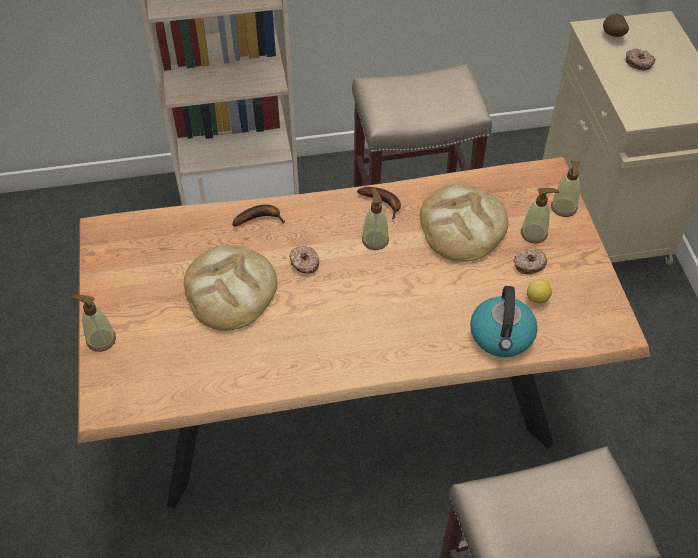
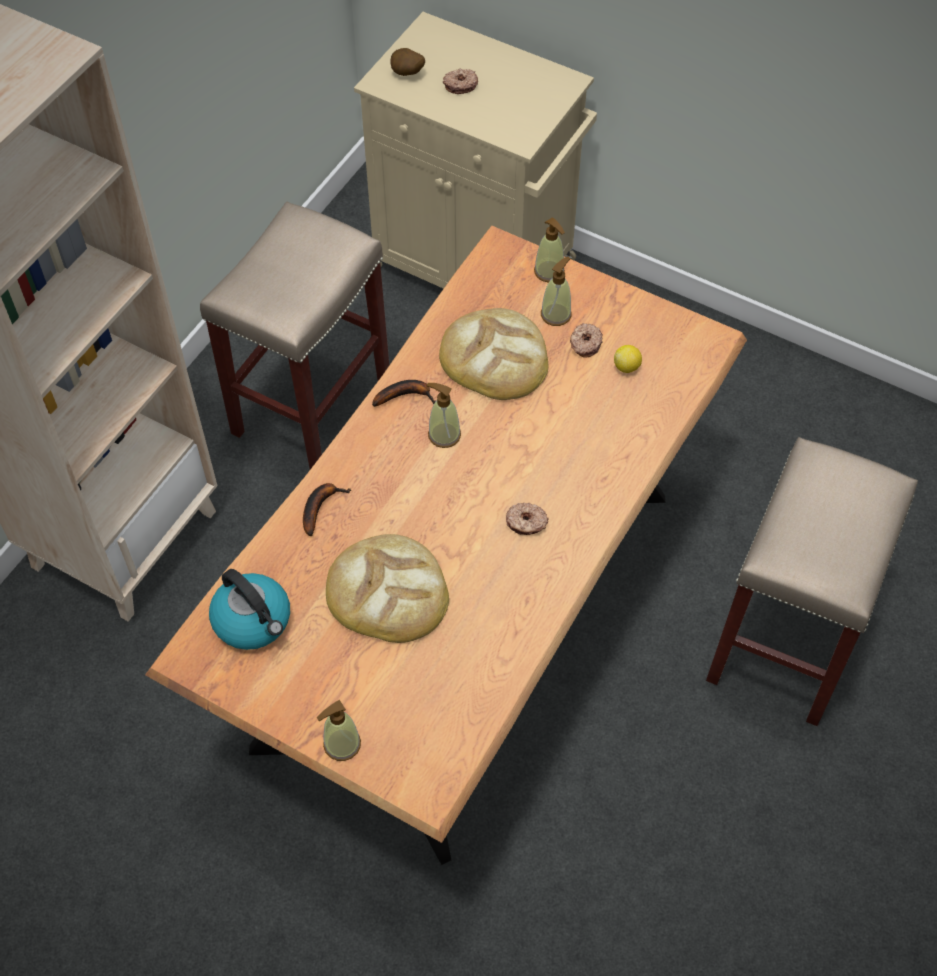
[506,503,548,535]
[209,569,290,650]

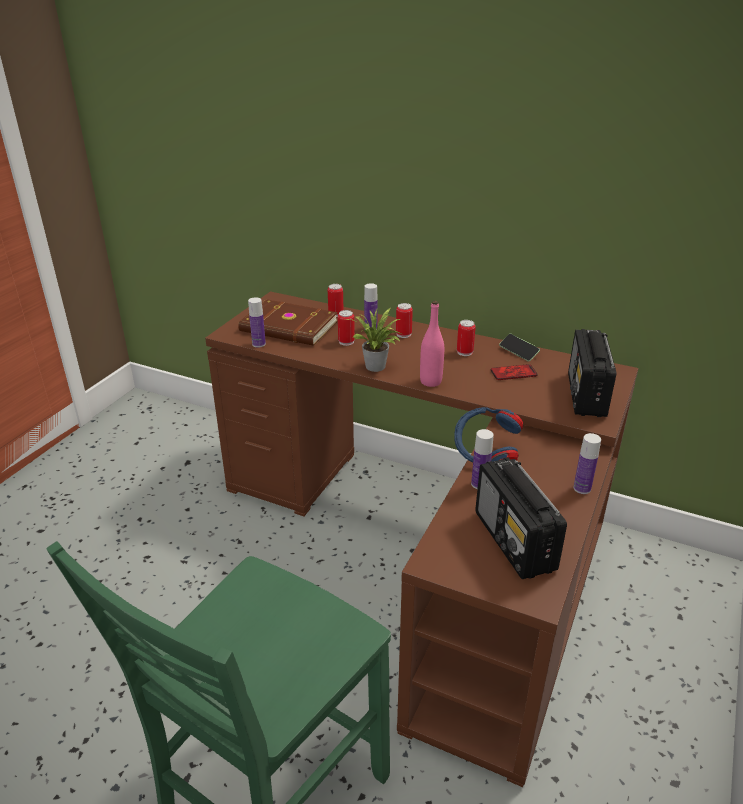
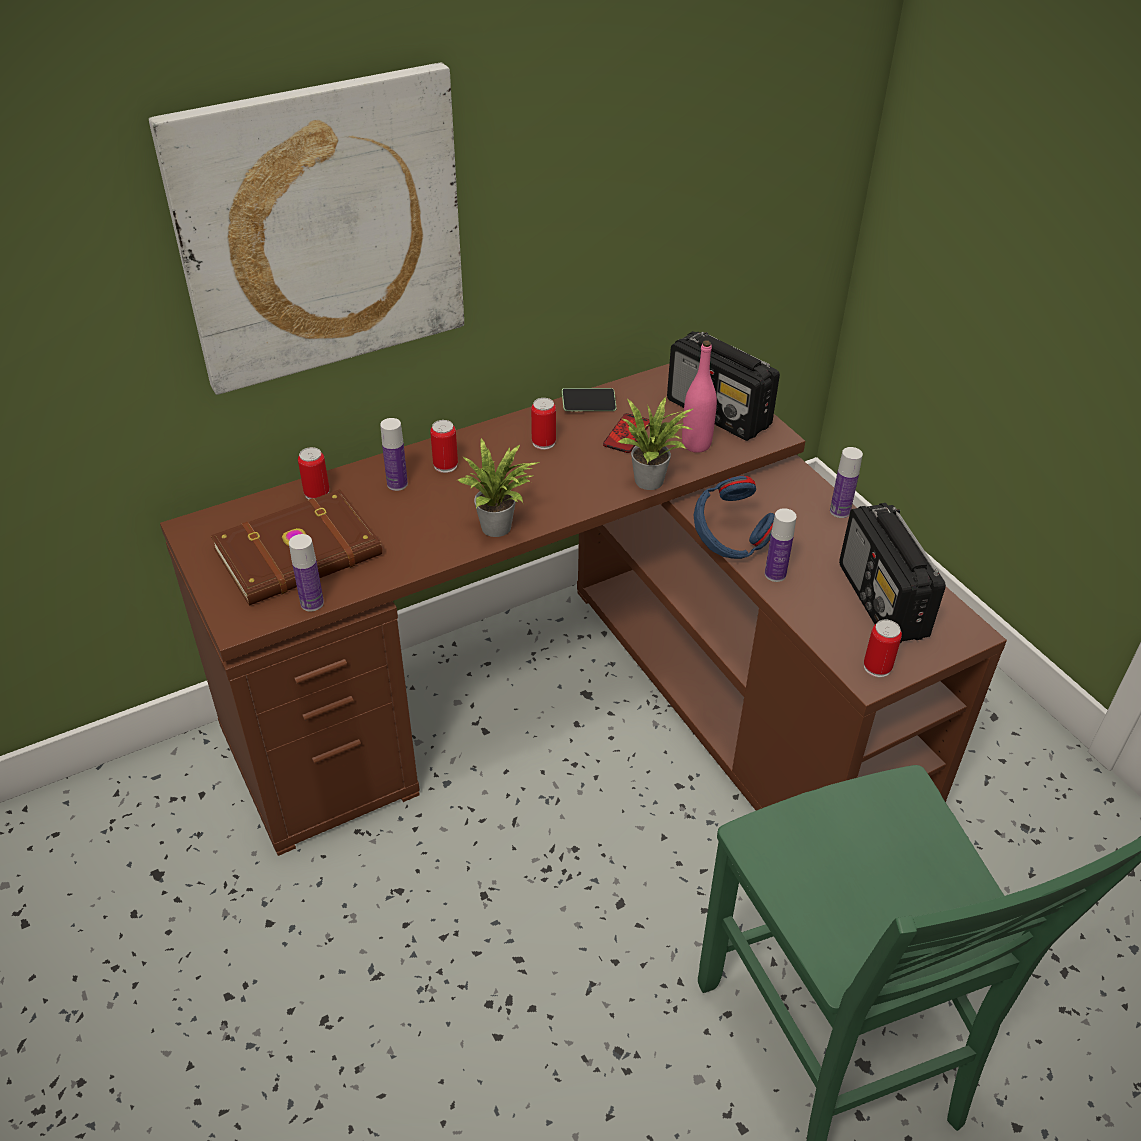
[682,341,717,453]
[864,620,902,677]
[839,503,946,643]
[149,63,464,395]
[617,397,694,490]

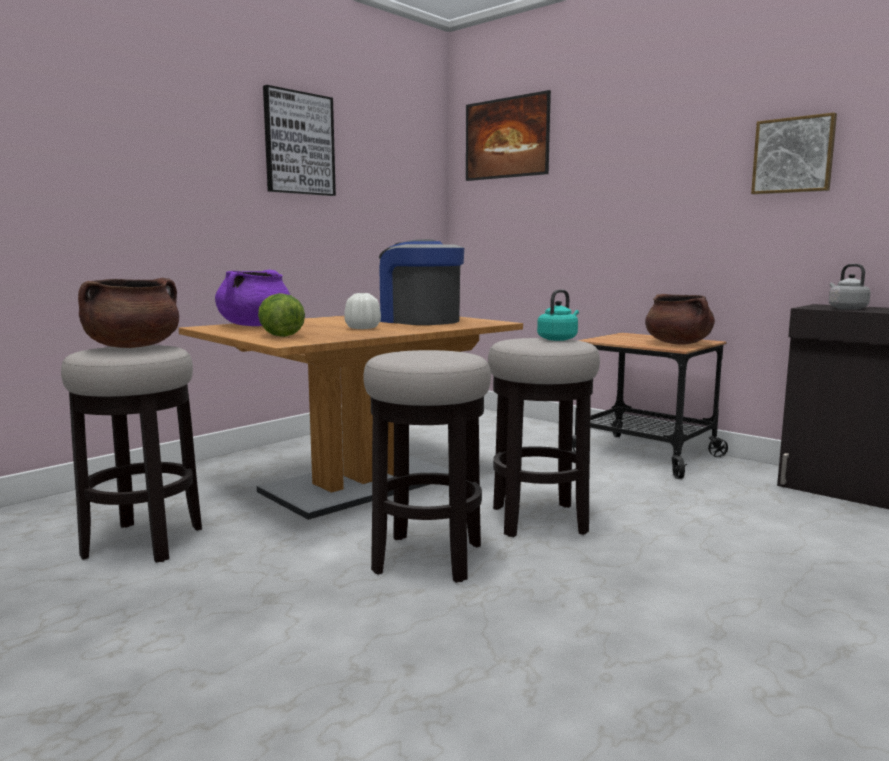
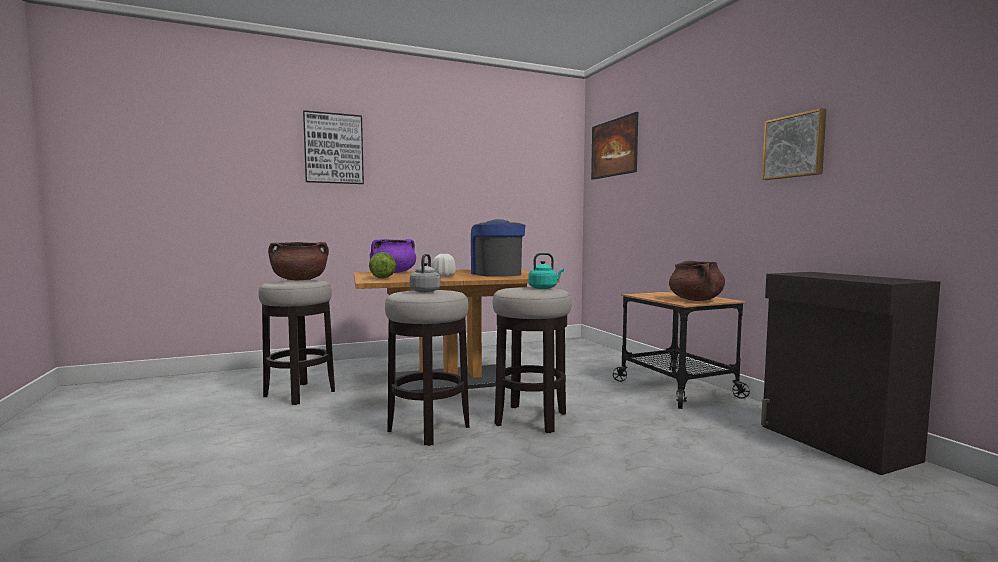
[303,110,364,184]
[410,254,440,292]

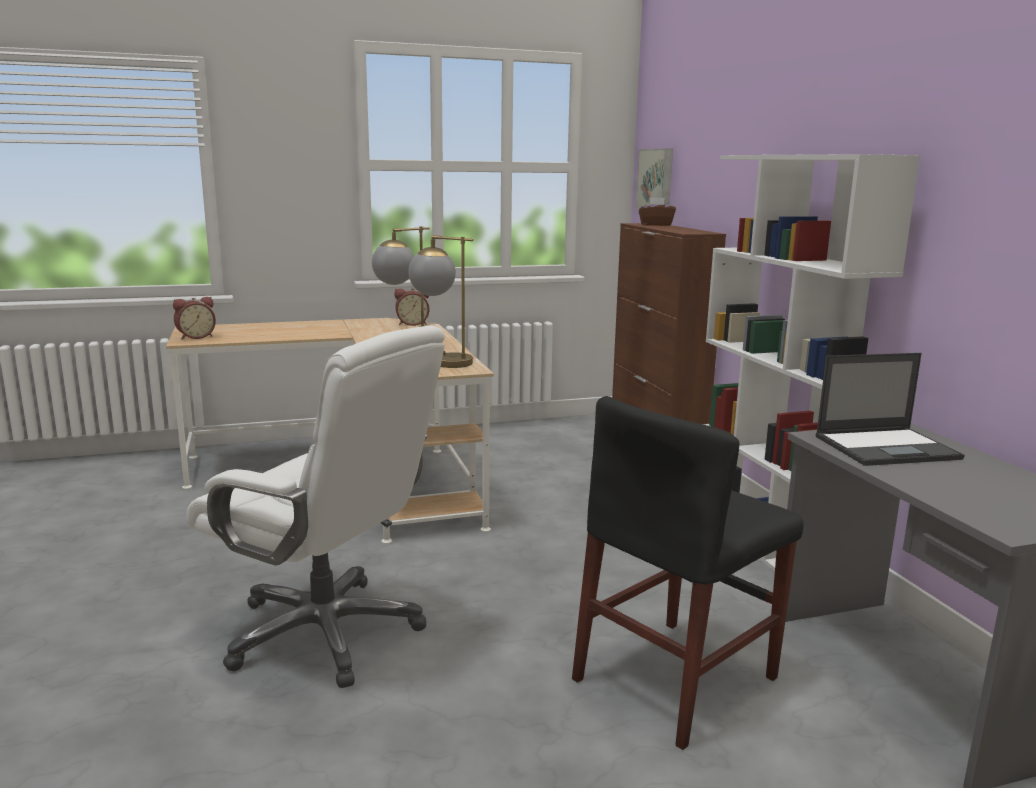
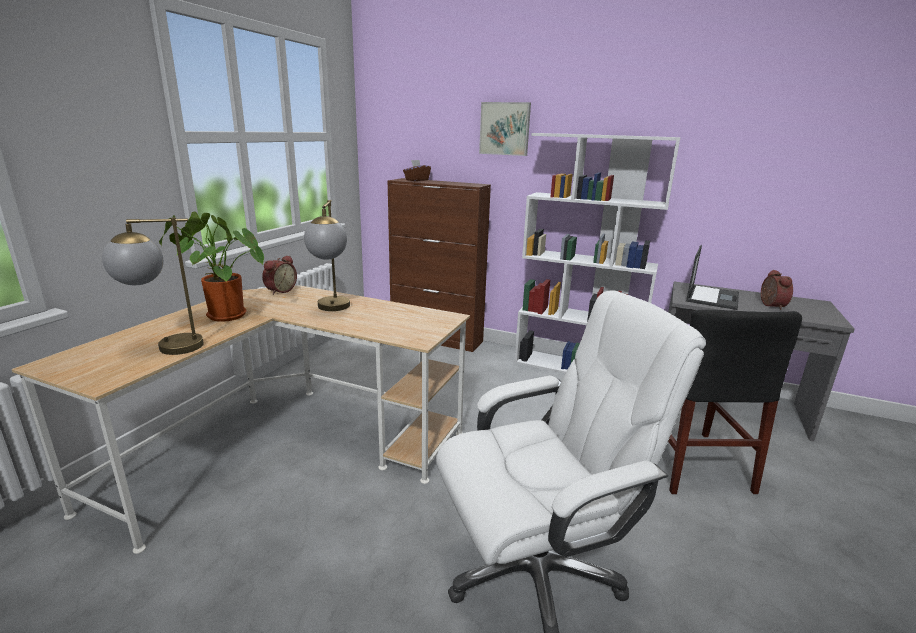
[479,102,531,156]
[102,217,204,355]
[761,270,793,310]
[159,211,264,322]

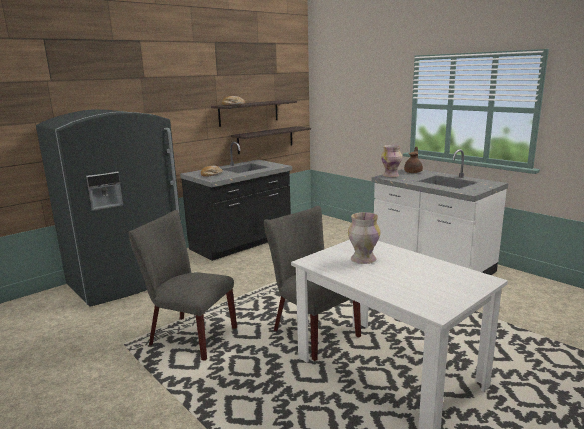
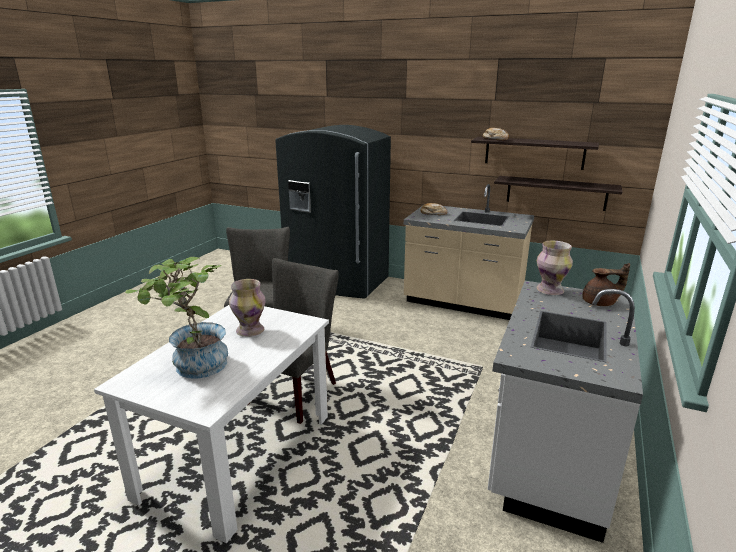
[404,184,534,320]
[125,257,228,379]

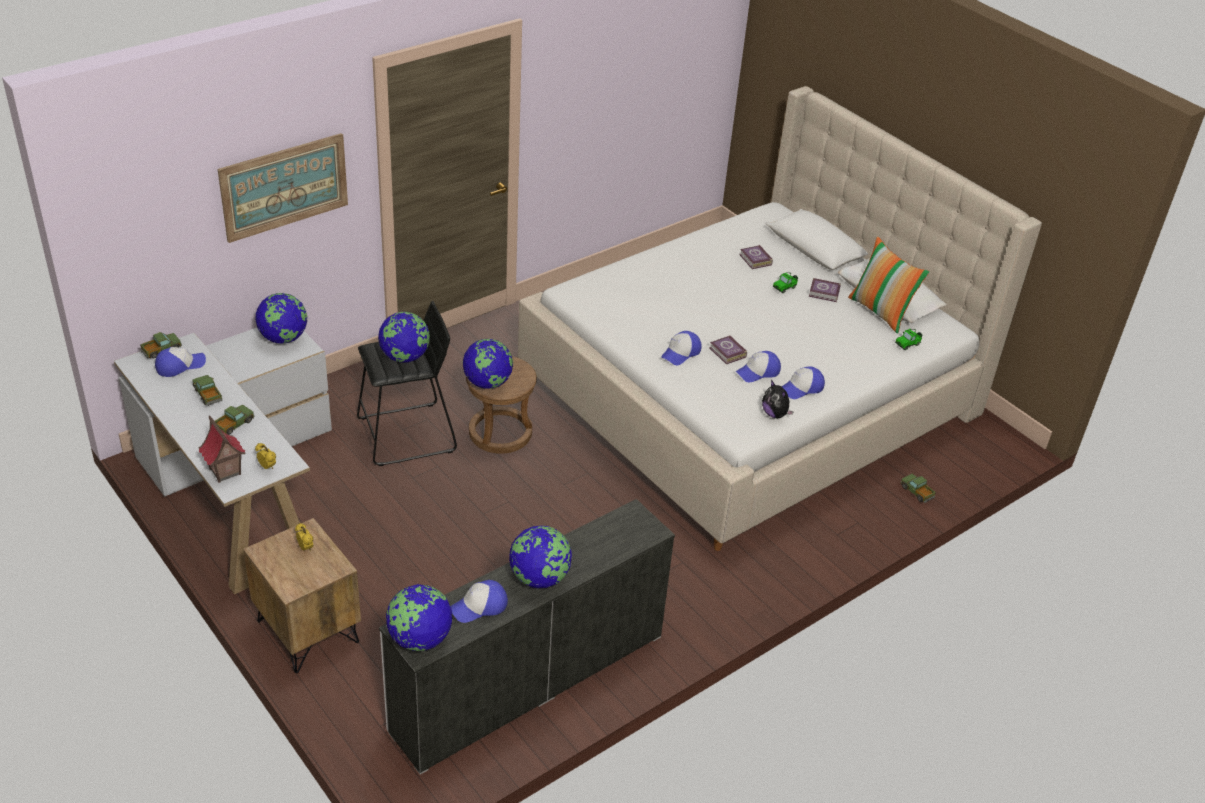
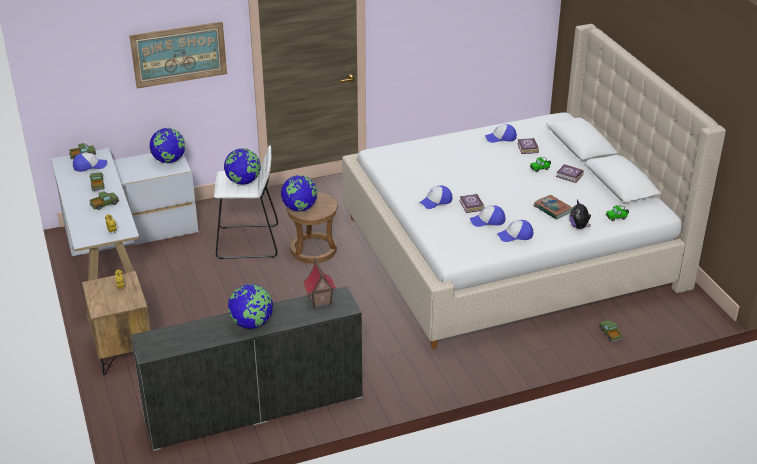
[848,237,930,334] (first image)
[214,145,278,259]
[570,200,591,229]
[303,257,336,309]
[485,124,517,143]
[386,584,453,651] (first image)
[534,195,572,220]

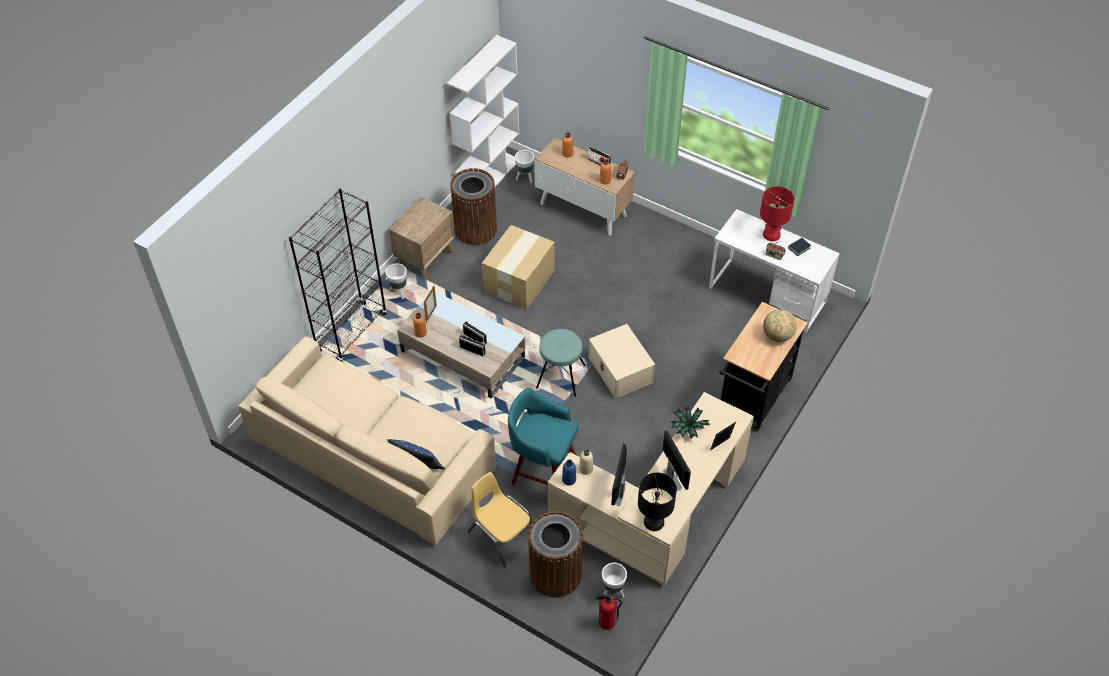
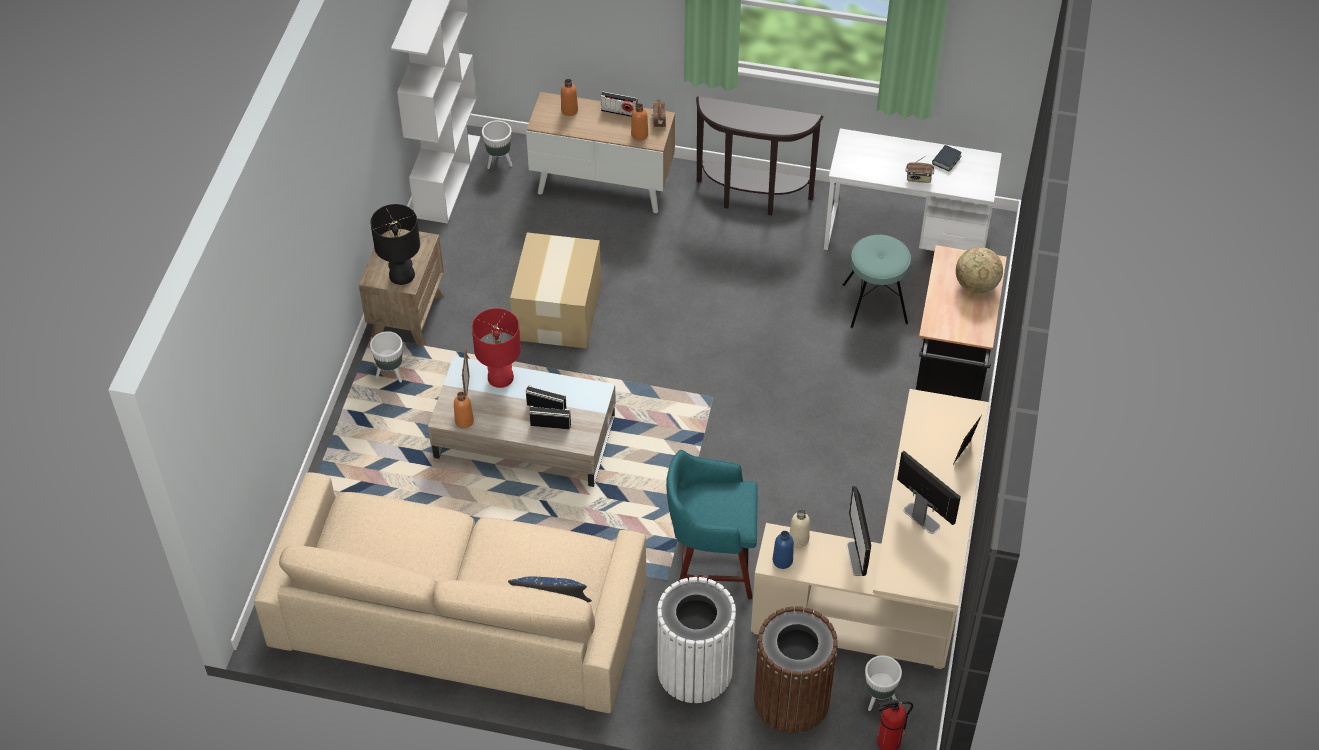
[450,168,497,245] (first image)
[472,308,521,388]
[289,189,387,362] (first image)
[588,324,655,399] (first image)
[843,235,911,328]
[670,407,710,439] (first image)
[657,577,736,703]
[370,204,420,285]
[696,96,823,216]

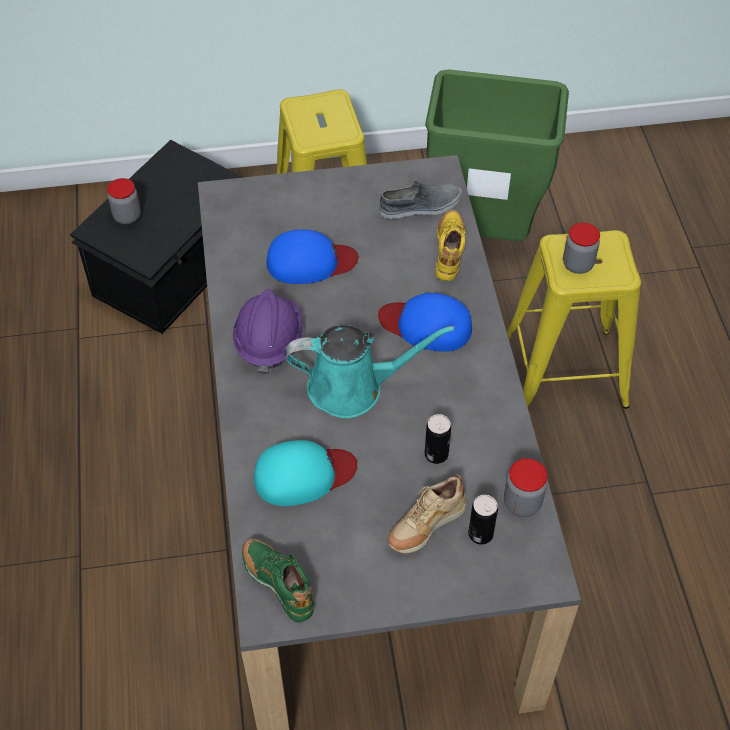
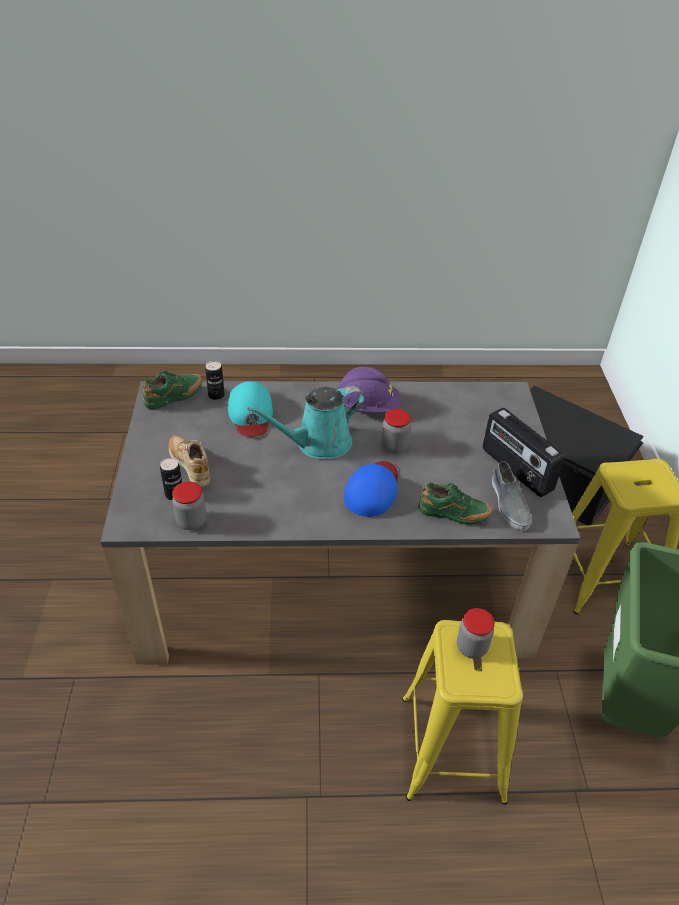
[381,409,411,453]
[418,482,493,525]
[267,229,358,284] (first image)
[247,386,365,459]
[205,361,225,400]
[483,408,565,497]

